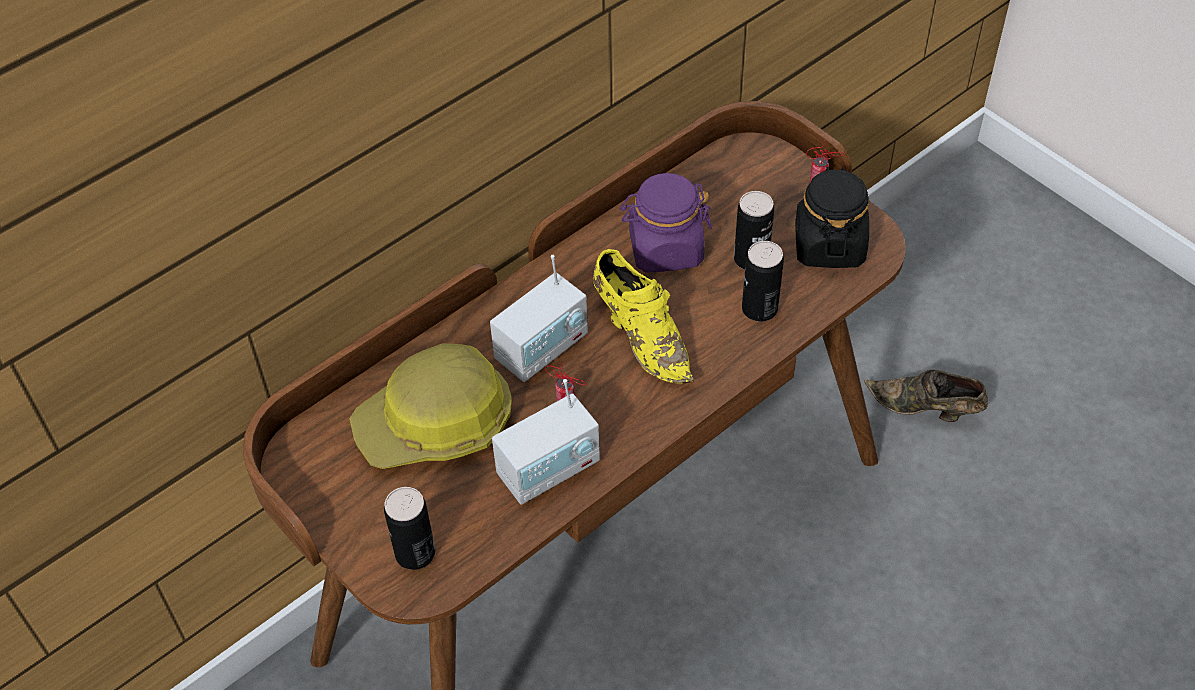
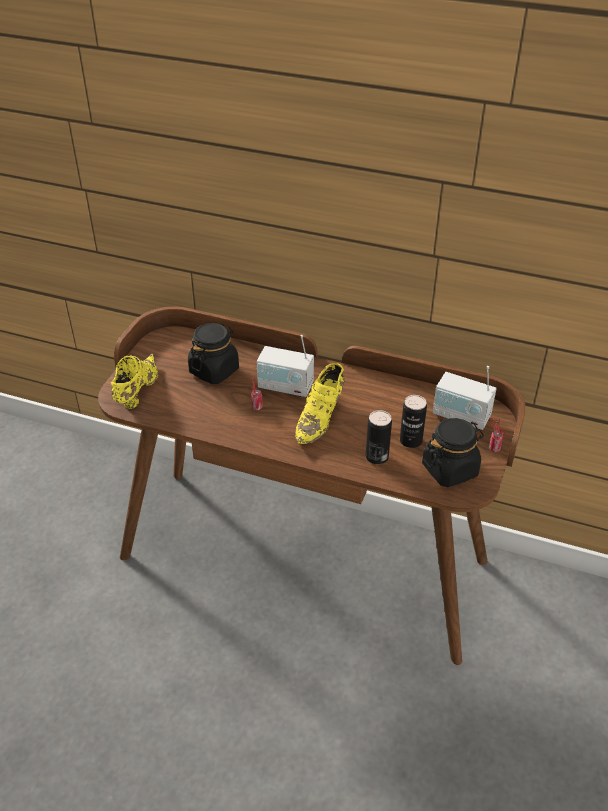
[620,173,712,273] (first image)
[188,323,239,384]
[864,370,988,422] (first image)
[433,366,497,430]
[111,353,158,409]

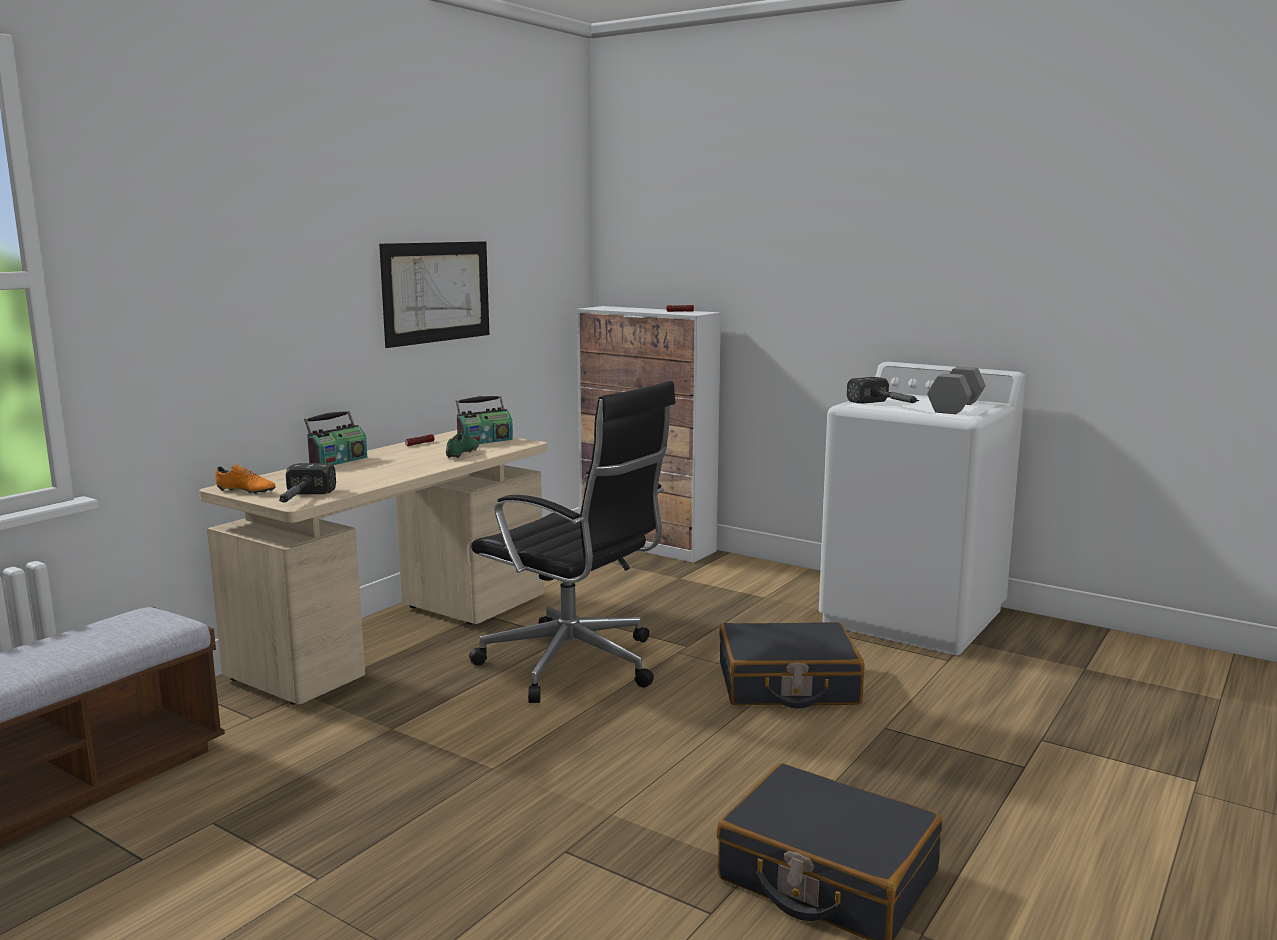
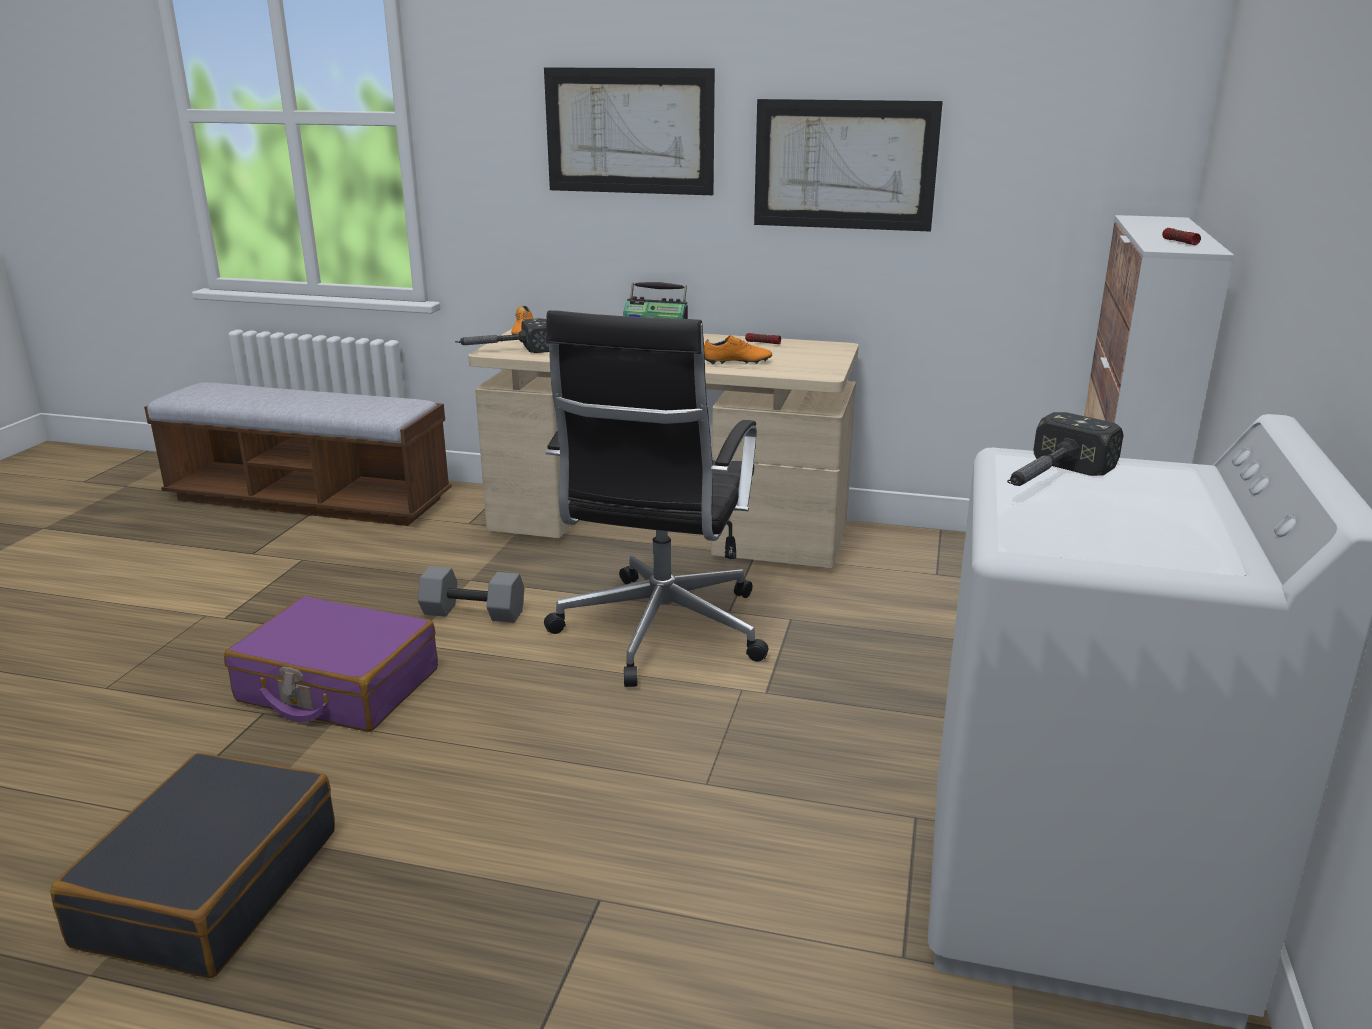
[418,566,524,623]
[456,396,513,444] (first image)
[704,335,772,365]
[719,622,864,708] (first image)
[544,68,715,195]
[224,596,438,732]

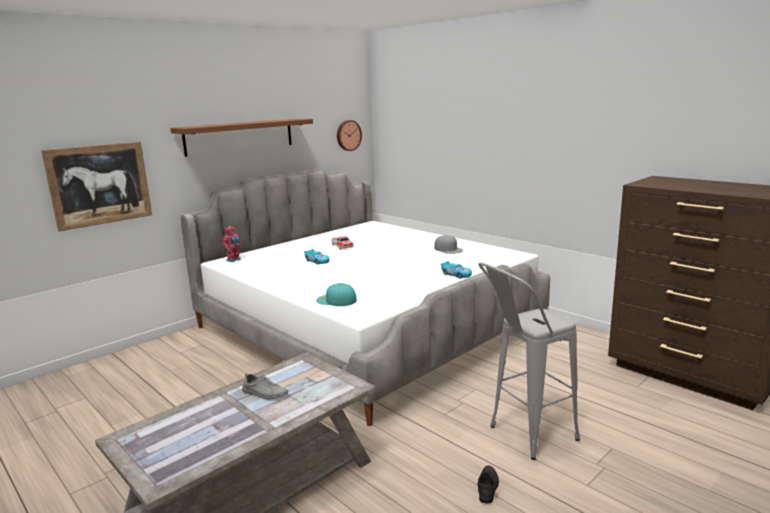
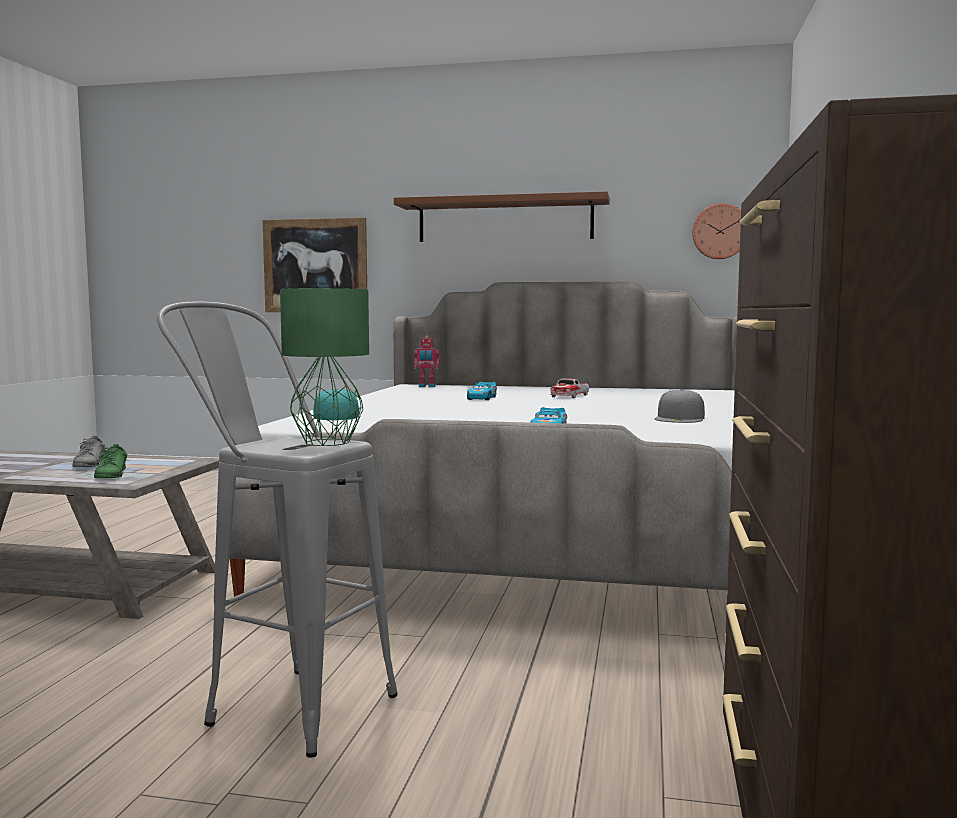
[477,465,499,504] (first image)
[280,288,369,446]
[94,444,127,478]

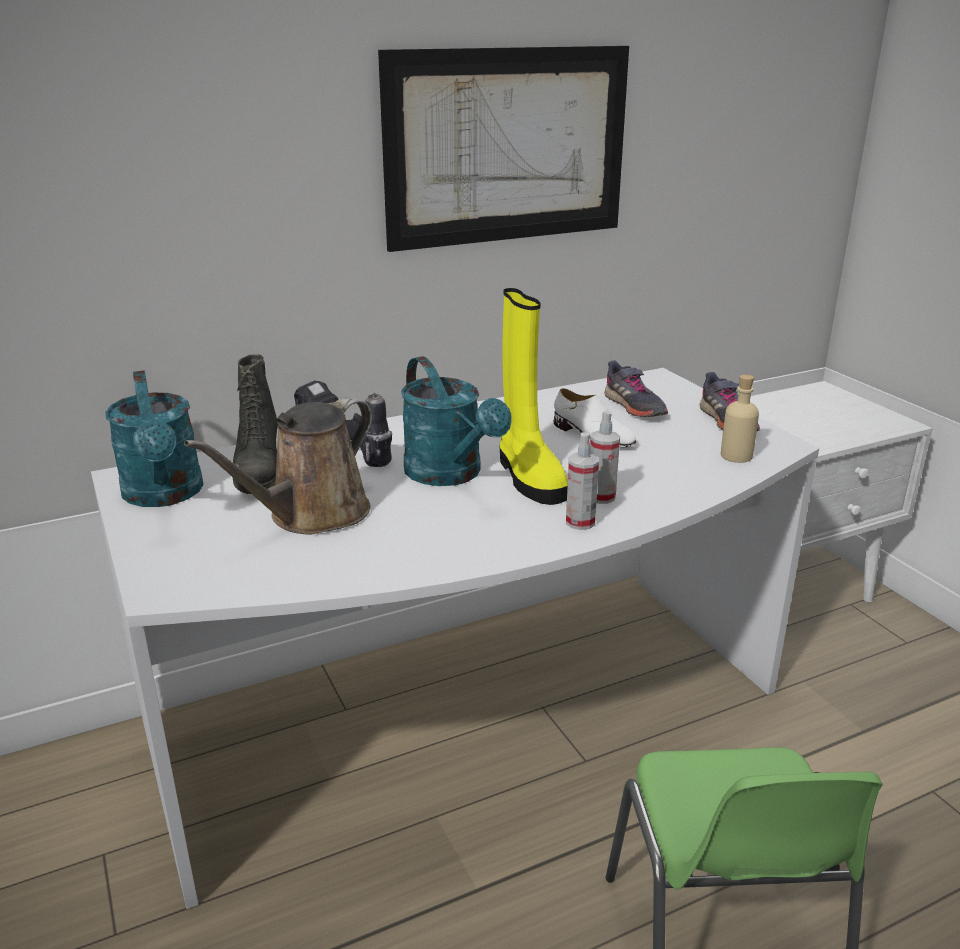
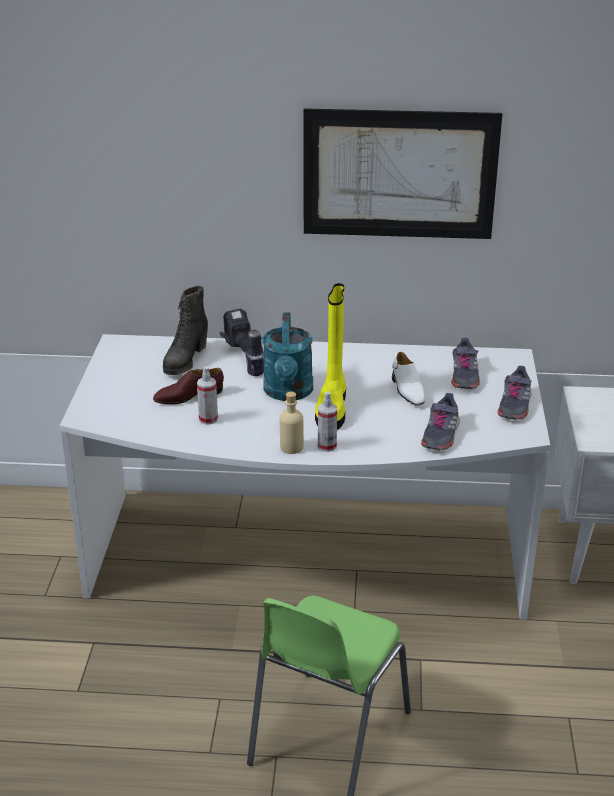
[105,370,204,507] (first image)
[280,392,304,454]
[153,368,224,405]
[197,366,218,425]
[421,393,460,450]

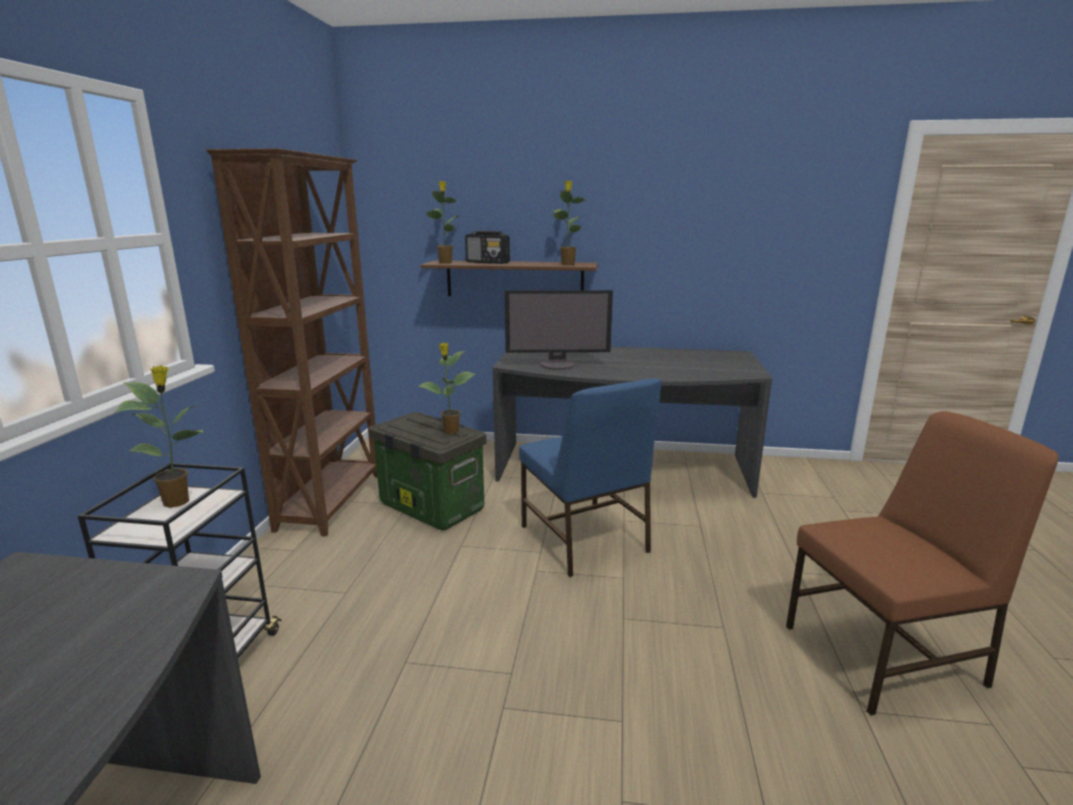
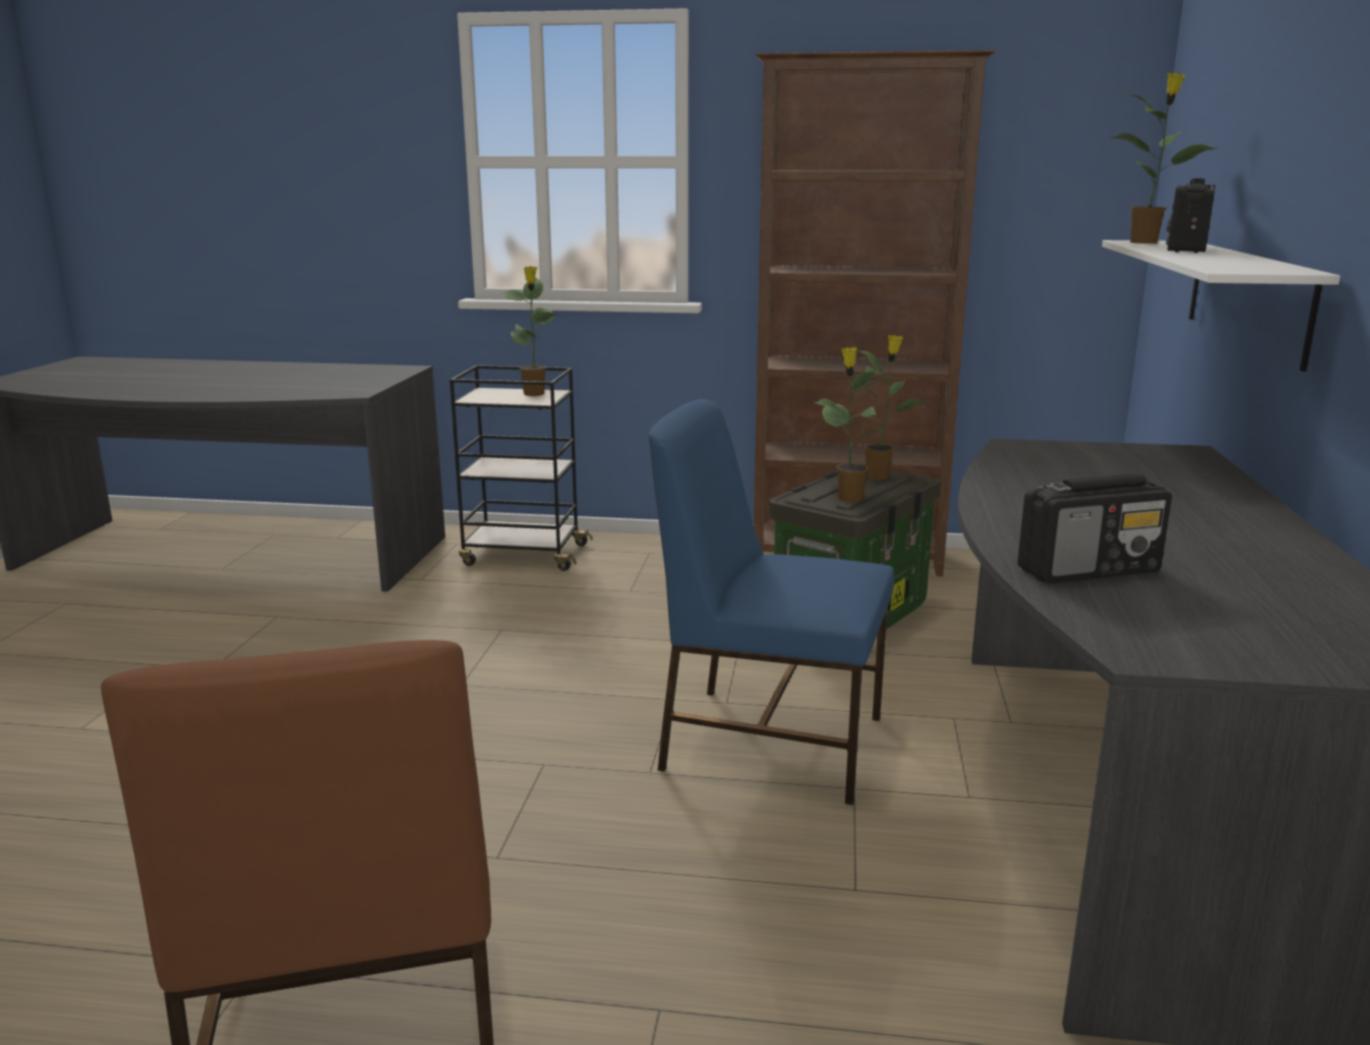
[847,335,929,480]
[1102,240,1340,371]
[505,290,613,370] (first image)
[649,399,894,805]
[1018,474,1172,584]

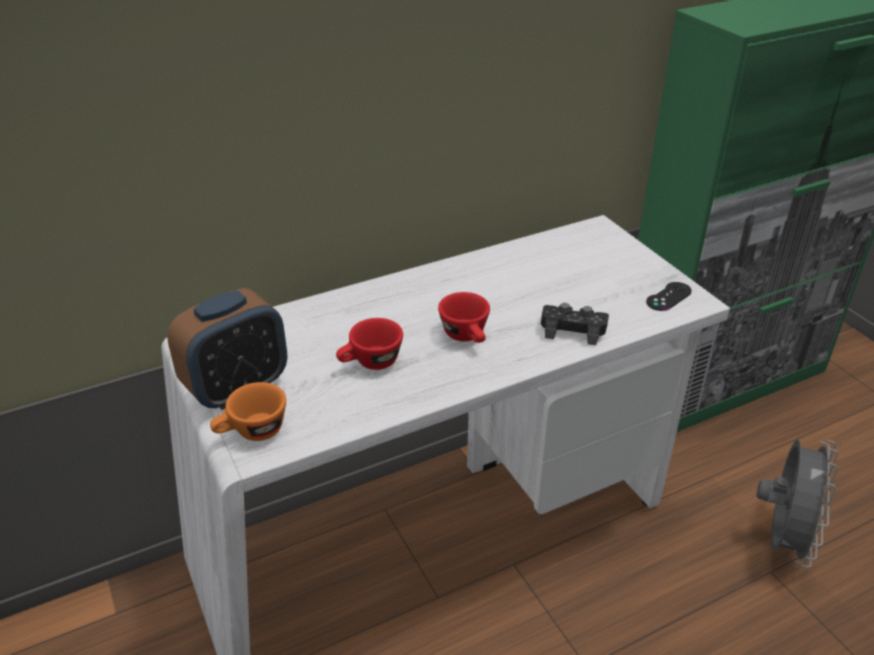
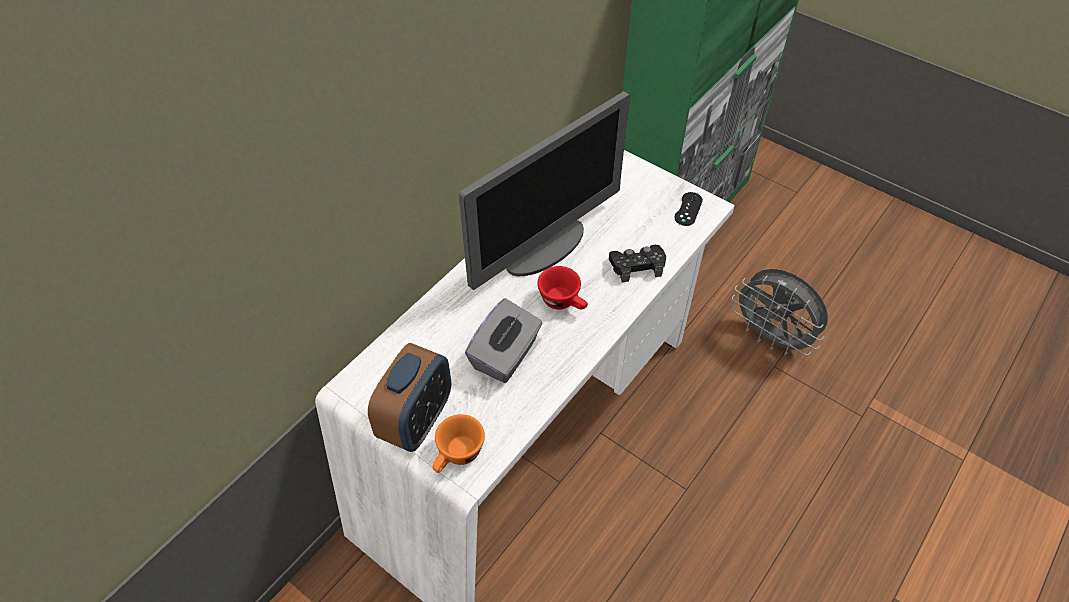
[465,298,542,383]
[732,269,828,356]
[459,91,630,290]

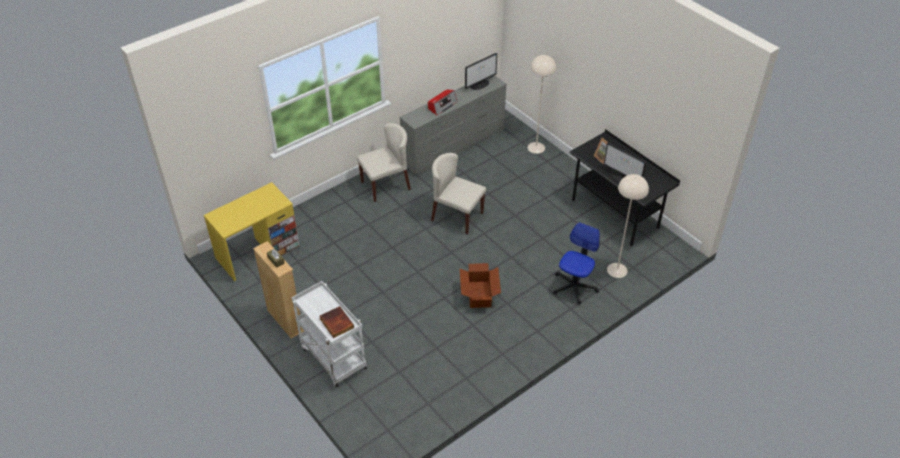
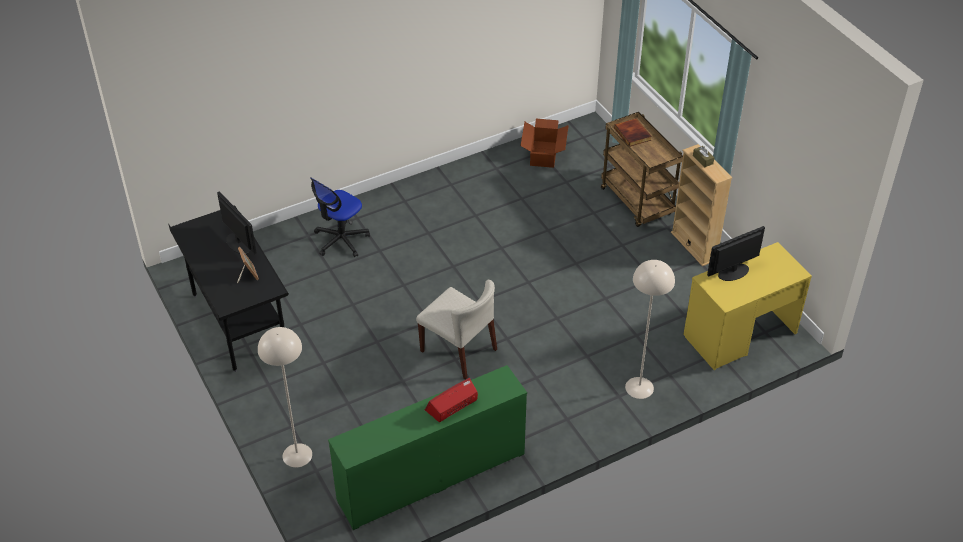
[707,226,765,281]
[328,365,527,530]
[357,123,411,202] (first image)
[625,260,675,399]
[520,119,569,168]
[601,112,683,227]

